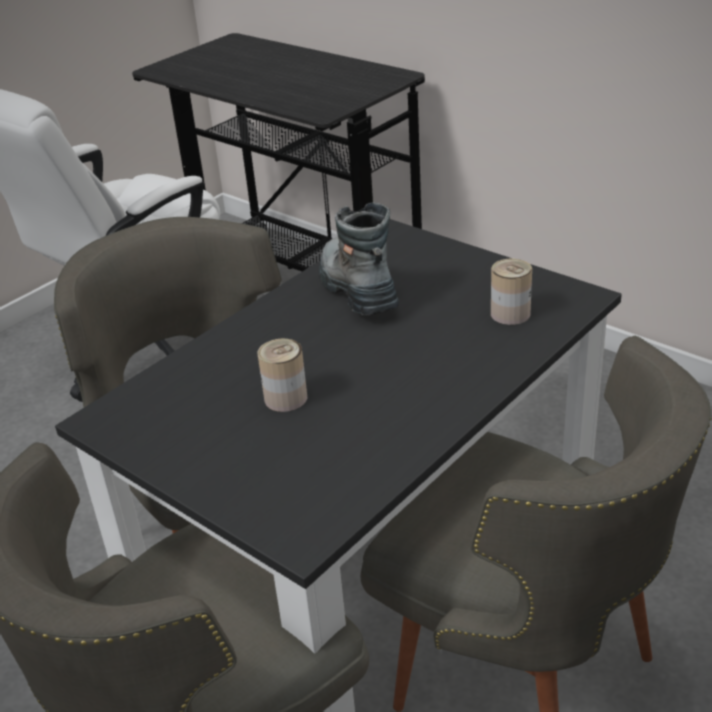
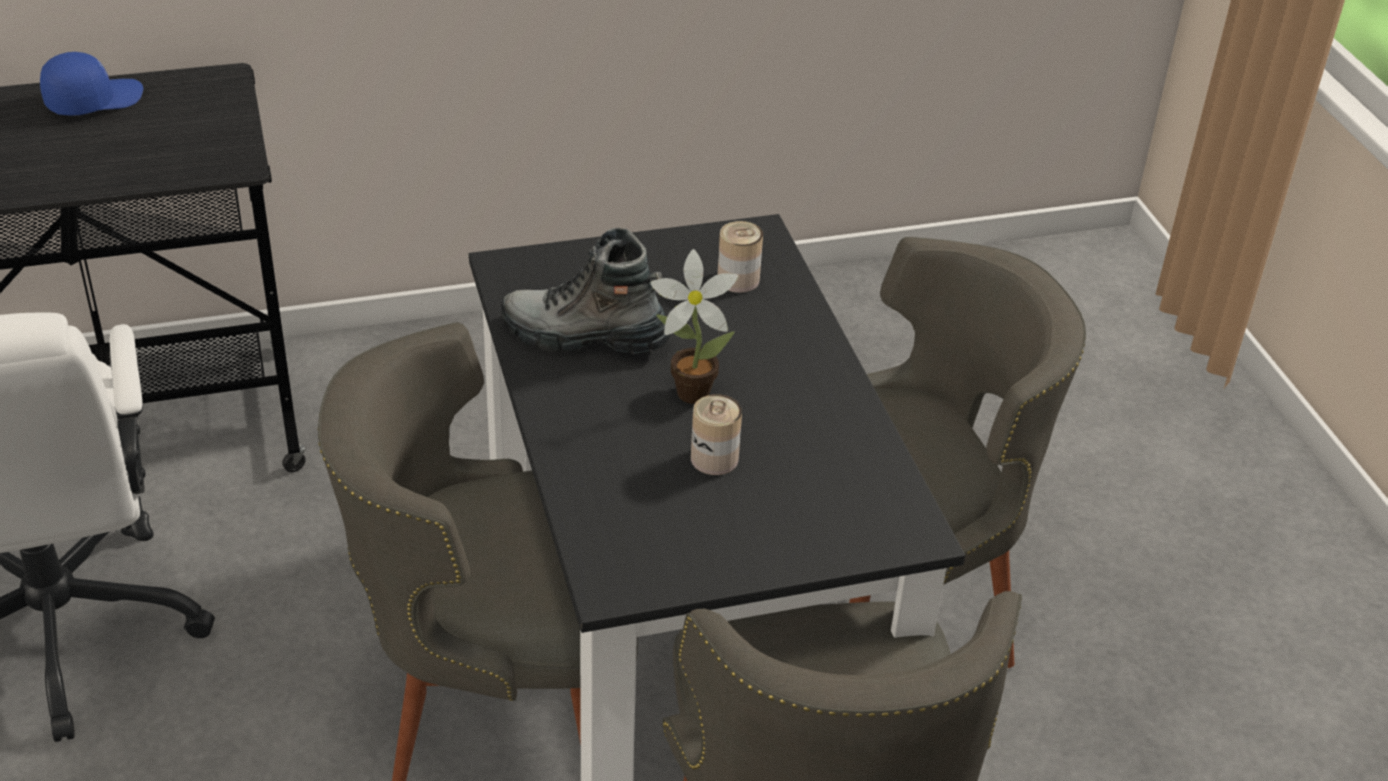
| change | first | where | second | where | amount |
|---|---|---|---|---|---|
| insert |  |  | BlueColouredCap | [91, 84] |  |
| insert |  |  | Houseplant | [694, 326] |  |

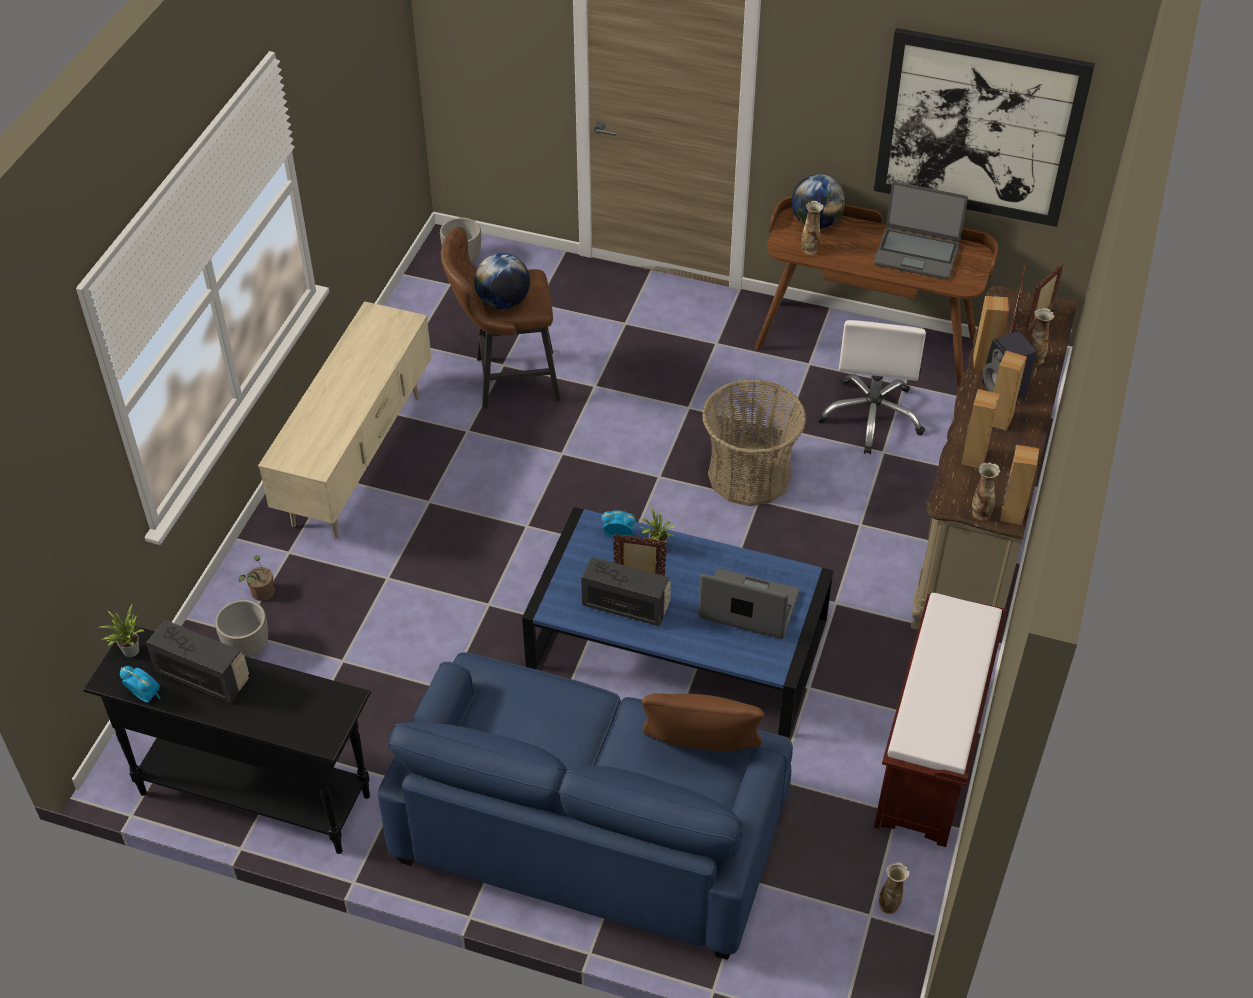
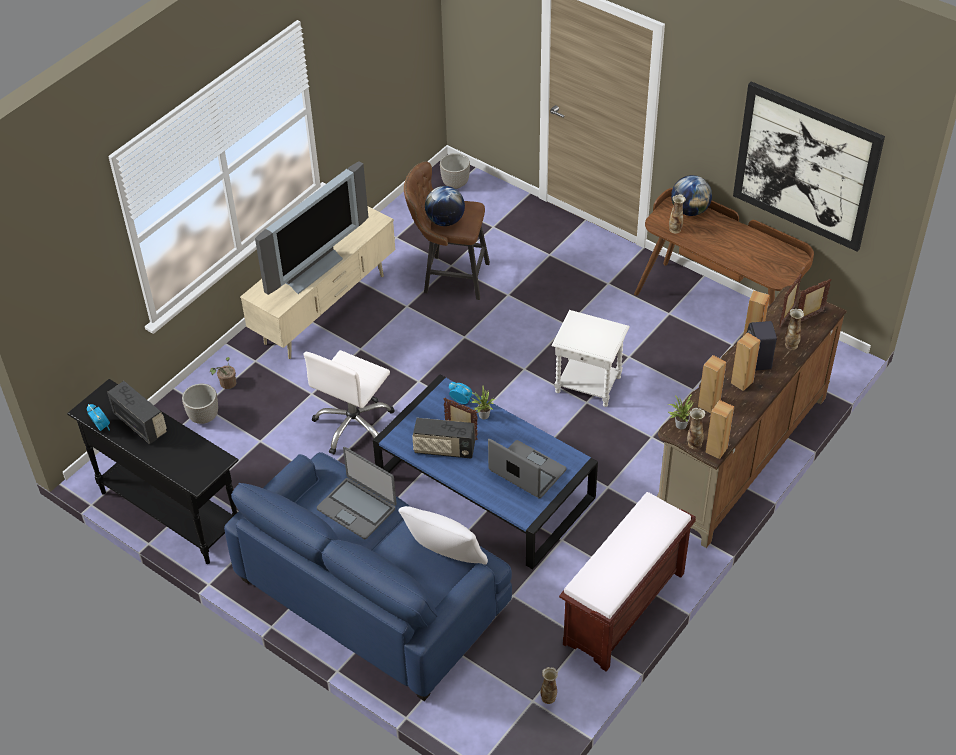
| change | first | where | second | where | amount |
|---|---|---|---|---|---|
| insert |  |  | TvSet | [311, 228] |  |
| move | Houseplant | [122, 631] |  | [680, 412] |  |
| move | WhiteColouredOfficeChair | [871, 387] |  | [349, 402] |  |
| move | Laptop | [921, 231] |  | [357, 493] |  |
| replace | HouseholdBasket | [754, 442] | WhiteColouredSideTable | [590, 358] |  |
| recolor | BrownishCushion | [703, 722] | WhiteColouredCushion | [443, 535] |  |
| rotate | RadioSet | [626, 592] |  | [443, 438] | 150 degrees clockwise |

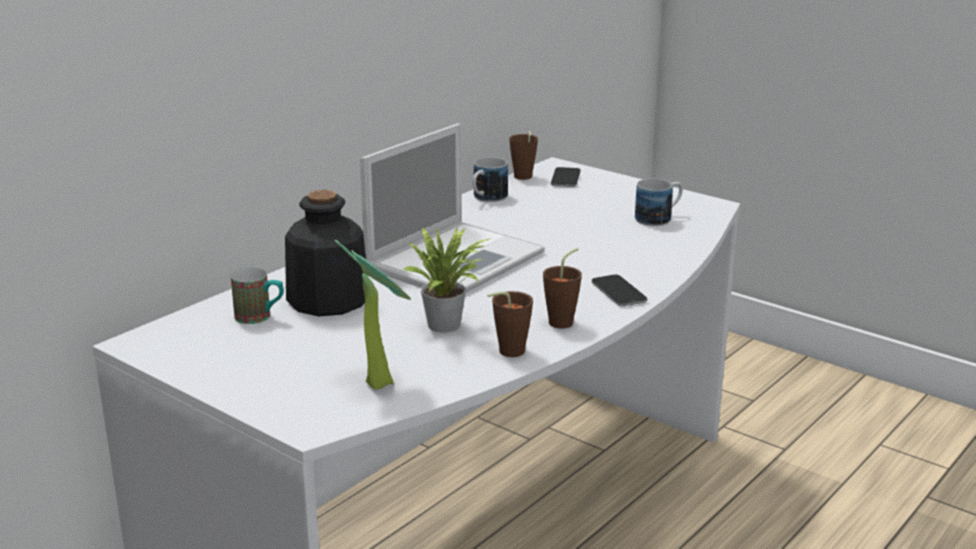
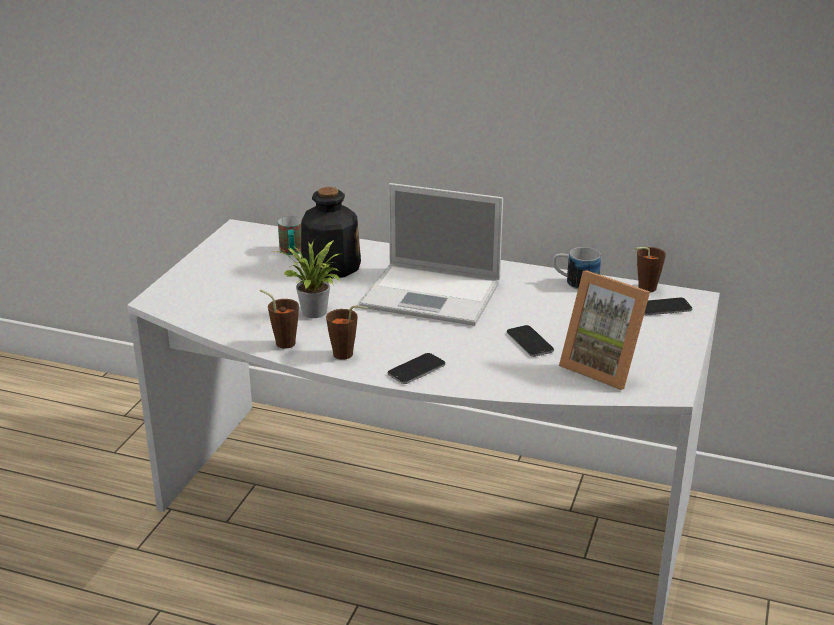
| change | first | where | second | where | amount |
|---|---|---|---|---|---|
| delete | Houseplant | [373, 315] |  |  |  |
| insert |  |  | Telephone | [530, 341] |  |
| replace | Mug | [659, 202] | StandingFrame | [604, 330] |  |

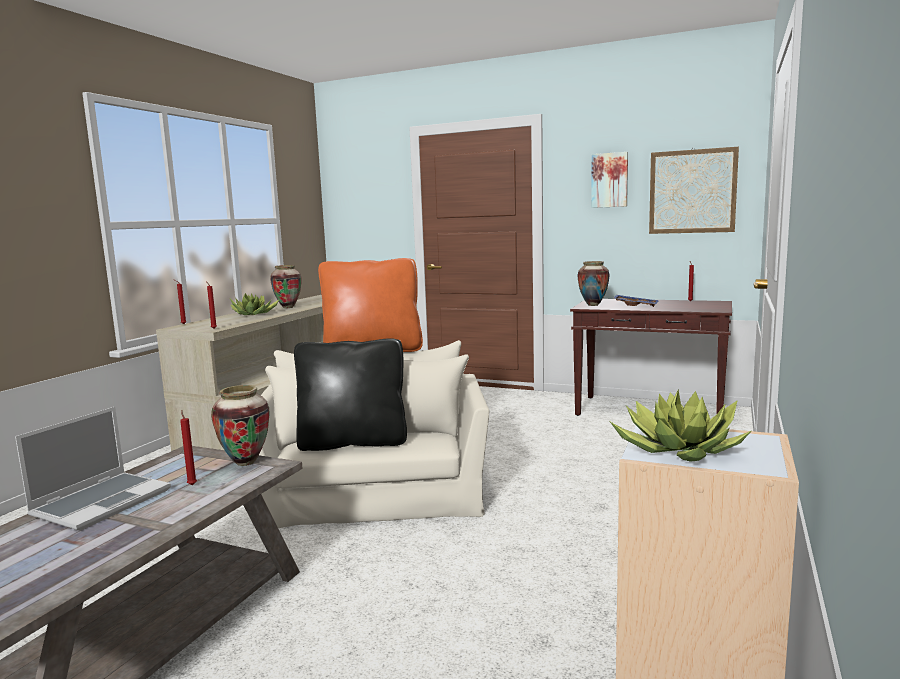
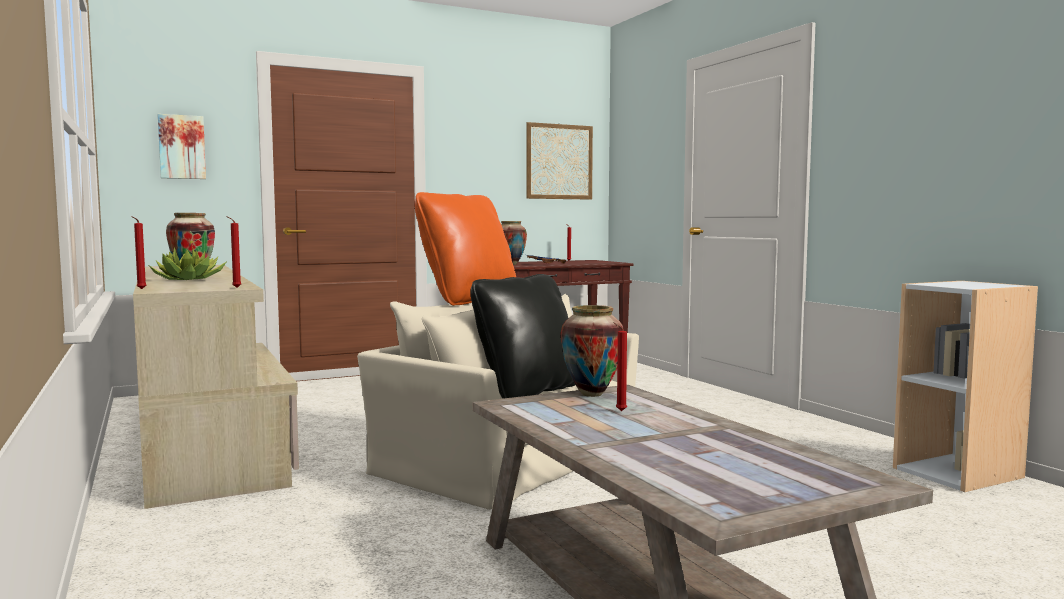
| change | first | where | second | where | amount |
|---|---|---|---|---|---|
| delete | Laptop | [93, 469] |  |  |  |
| delete | Houseplant | [680, 426] |  |  |  |
| move | WallPicture | [609, 180] |  | [182, 146] |  |

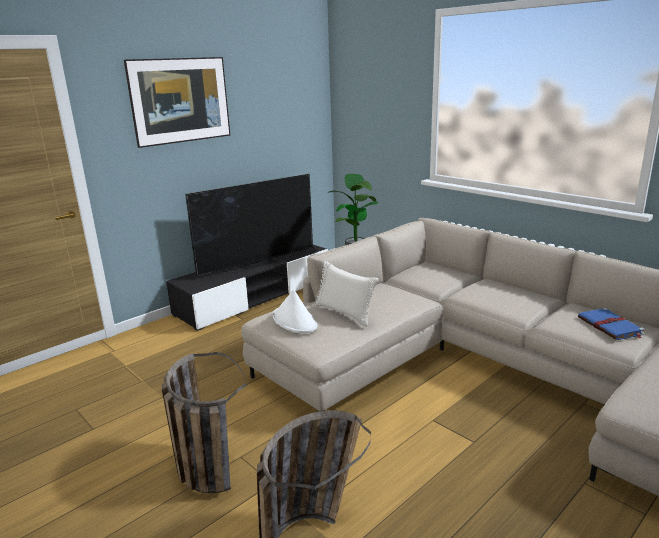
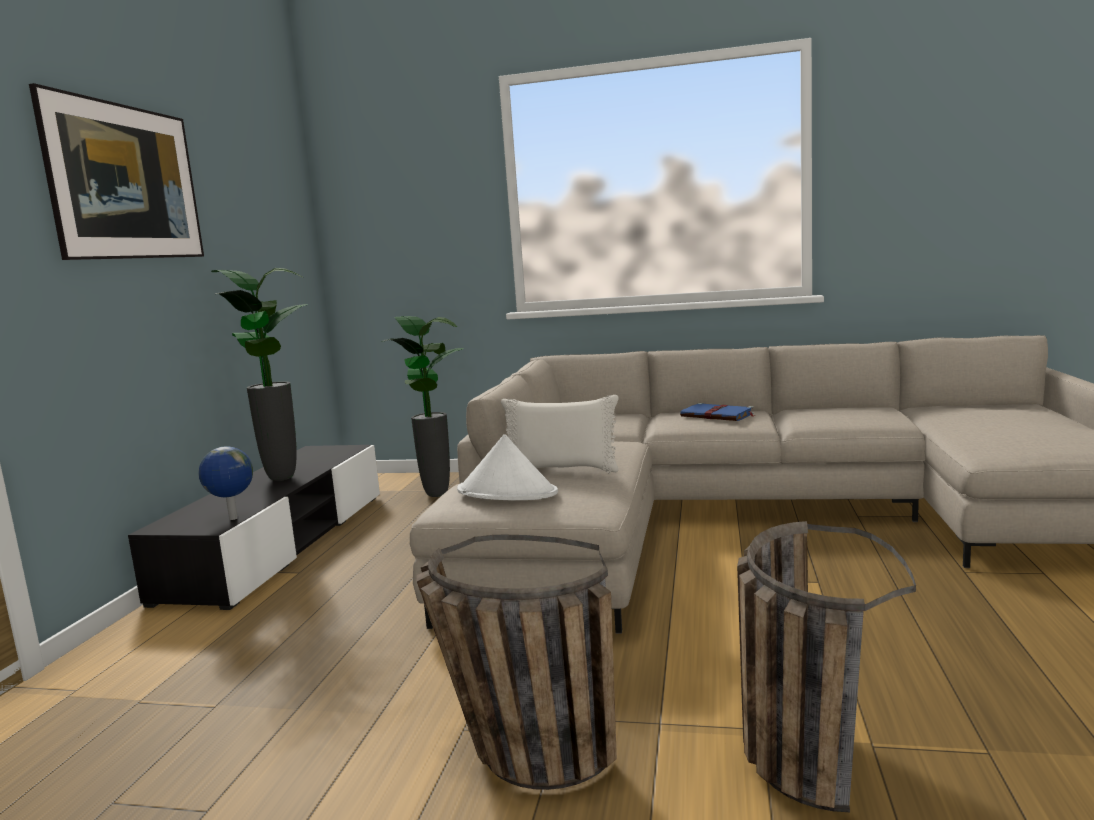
| change | first | where | second | where | amount |
|---|---|---|---|---|---|
| insert |  |  | Globe | [225, 483] |  |
| move | BlueColouredVolume | [611, 324] |  | [717, 412] |  |
| replace | TvSet | [249, 225] | Houseplant | [259, 374] |  |

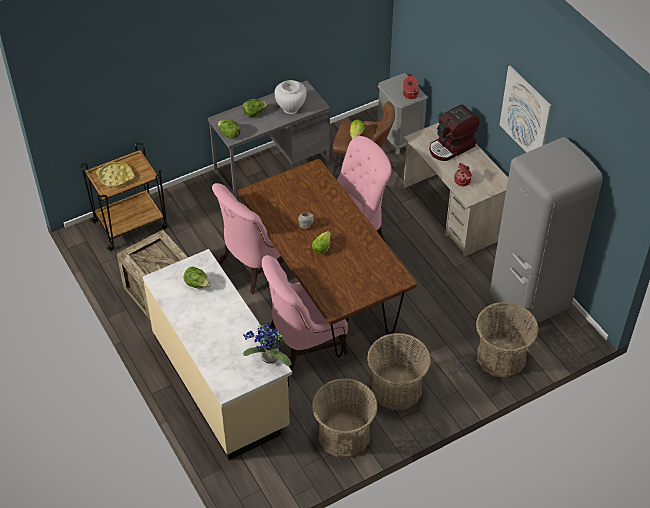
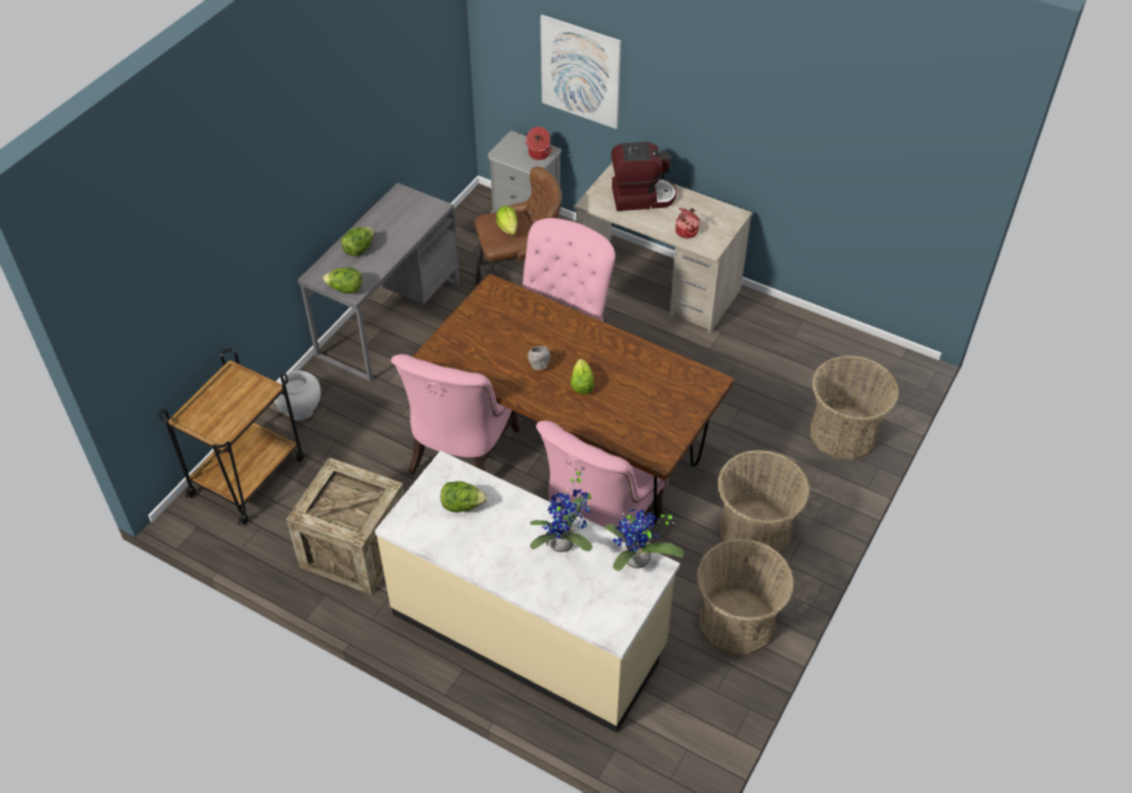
| change | first | where | second | where | amount |
|---|---|---|---|---|---|
| delete | YellowishCarryingTray | [115, 174] |  |  |  |
| delete | GreyFridge | [546, 233] |  |  |  |
| insert |  |  | Houseplant | [561, 510] |  |
| move | WhiteColouredDecorativeVase | [291, 97] |  | [297, 395] |  |
| move | WallPicture | [525, 109] |  | [580, 72] |  |
| rotate | CoffeeMachine | [454, 132] |  | [644, 176] | 120 degrees counterclockwise |

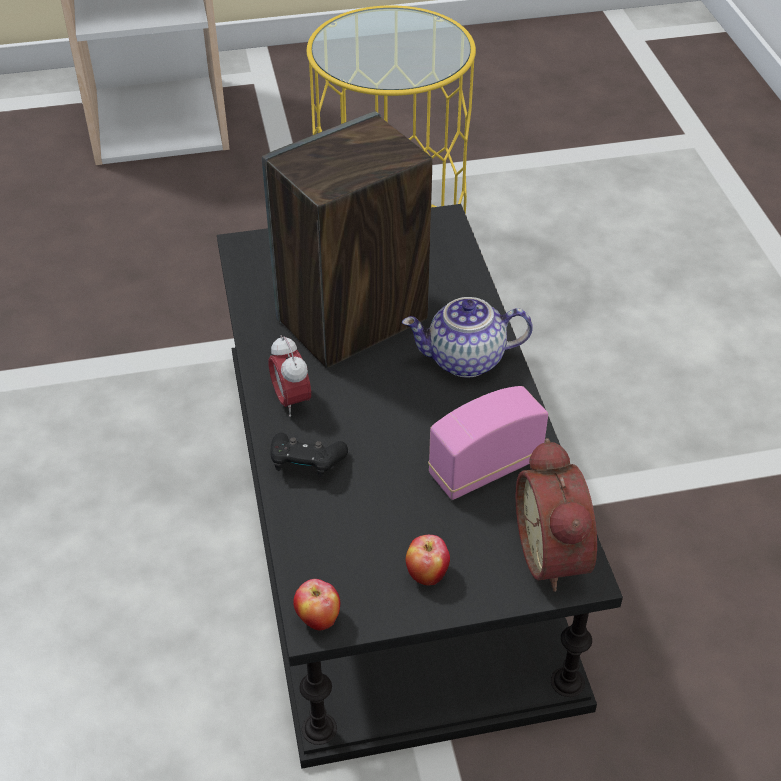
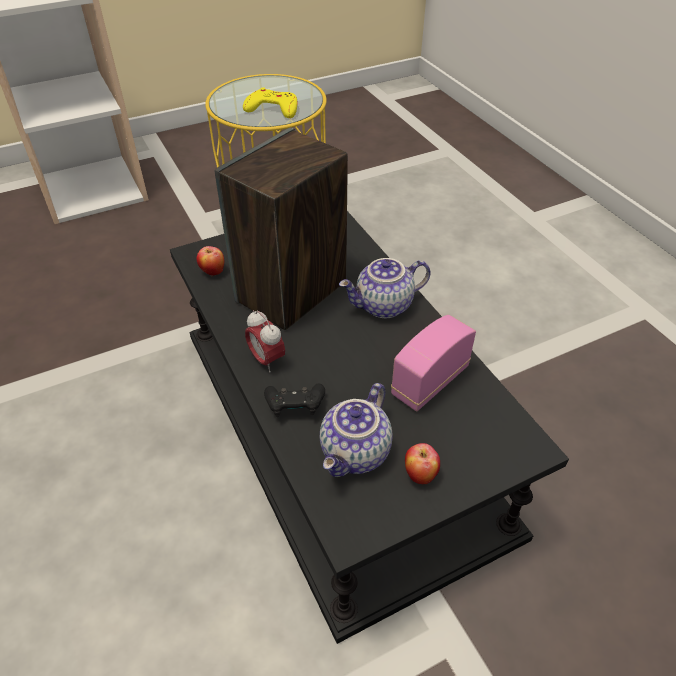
| change | first | where | second | where | amount |
|---|---|---|---|---|---|
| delete | BedsideClock | [556, 515] |  |  |  |
| insert |  |  | YellowishJoypad | [270, 102] |  |
| insert |  |  | Teapot | [356, 430] |  |
| move | WholeApple | [316, 604] |  | [210, 261] |  |

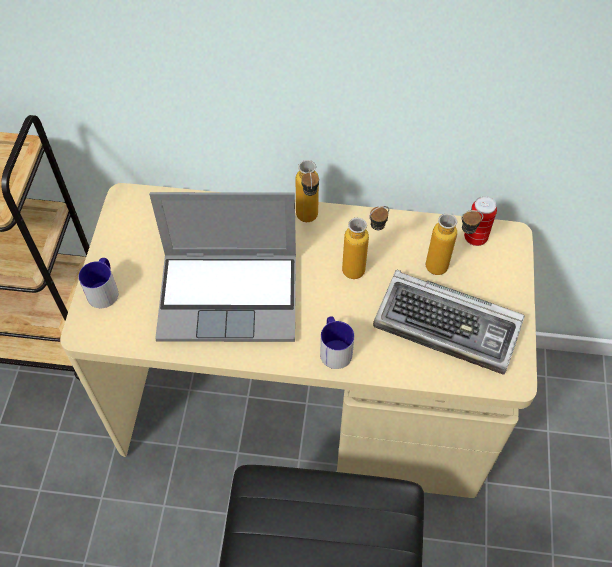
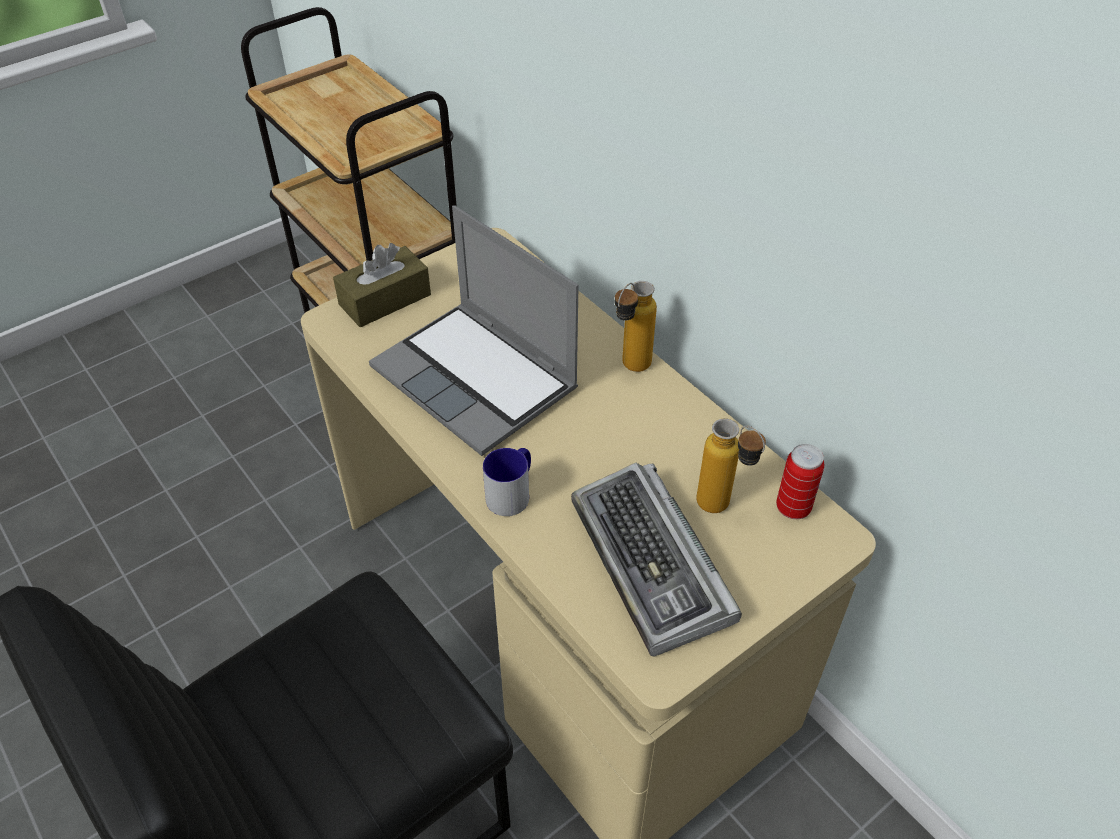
| change | first | where | second | where | amount |
|---|---|---|---|---|---|
| delete | BeverageBottle | [365, 242] |  |  |  |
| replace | Mug | [98, 283] | BrownishTissueBox | [382, 285] |  |

